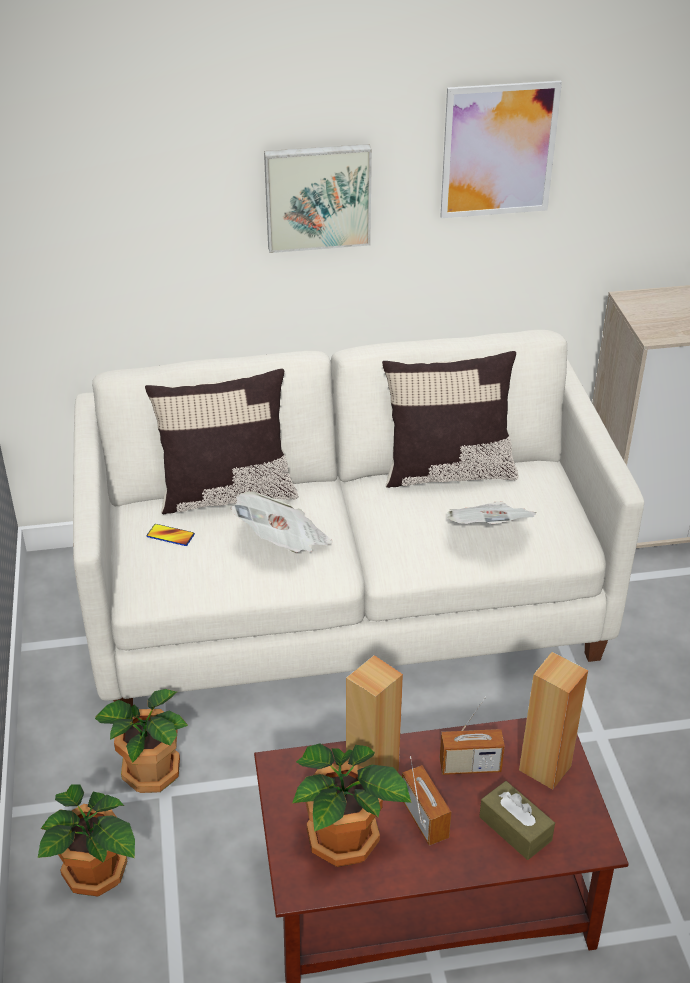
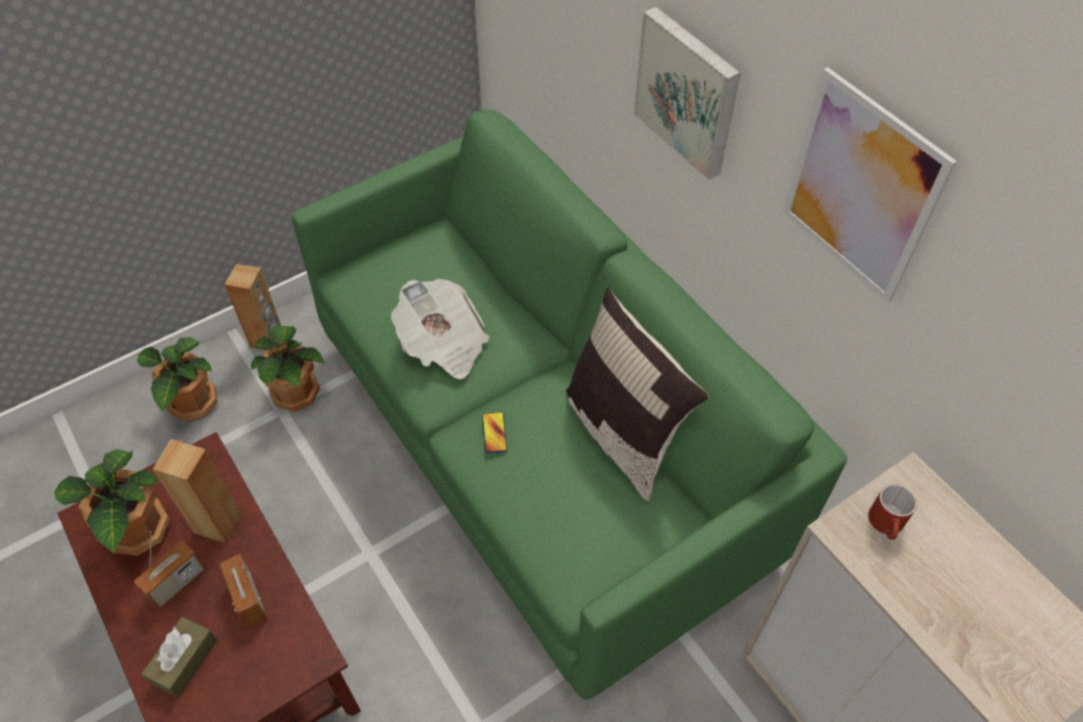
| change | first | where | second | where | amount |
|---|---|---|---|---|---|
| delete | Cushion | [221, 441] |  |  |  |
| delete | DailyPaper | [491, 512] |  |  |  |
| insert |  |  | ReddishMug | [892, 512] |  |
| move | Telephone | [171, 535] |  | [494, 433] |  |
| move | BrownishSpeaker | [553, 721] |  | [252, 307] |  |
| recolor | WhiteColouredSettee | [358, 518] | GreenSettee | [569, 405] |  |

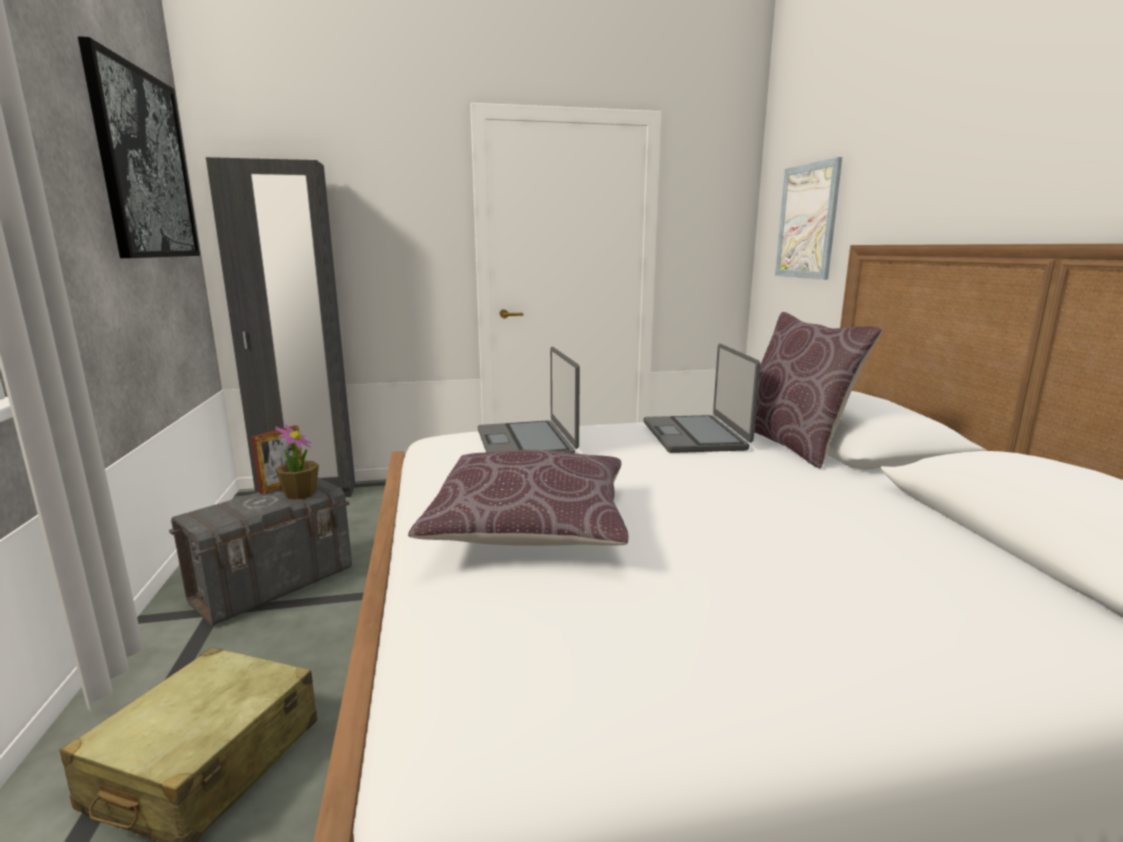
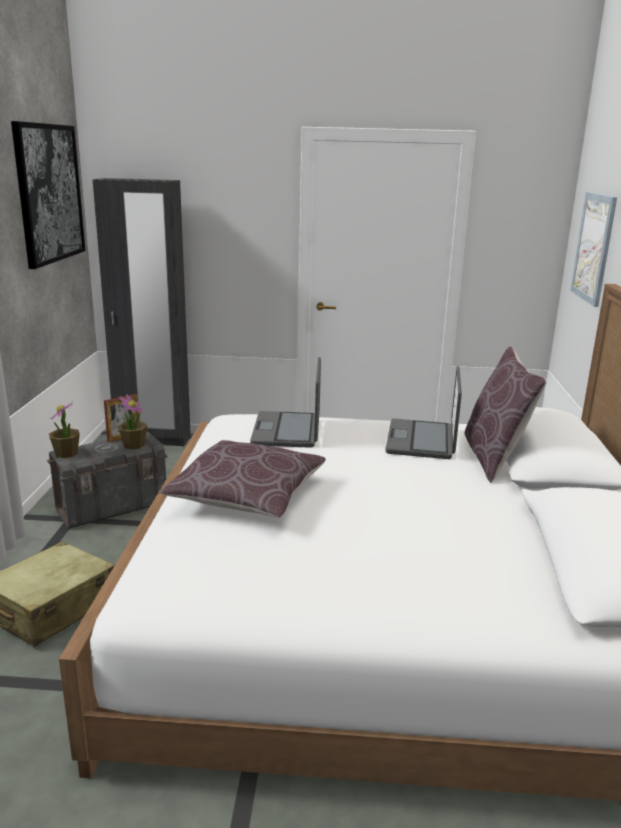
| change | first | where | second | where | amount |
|---|---|---|---|---|---|
| insert |  |  | Houseplant | [64, 430] |  |

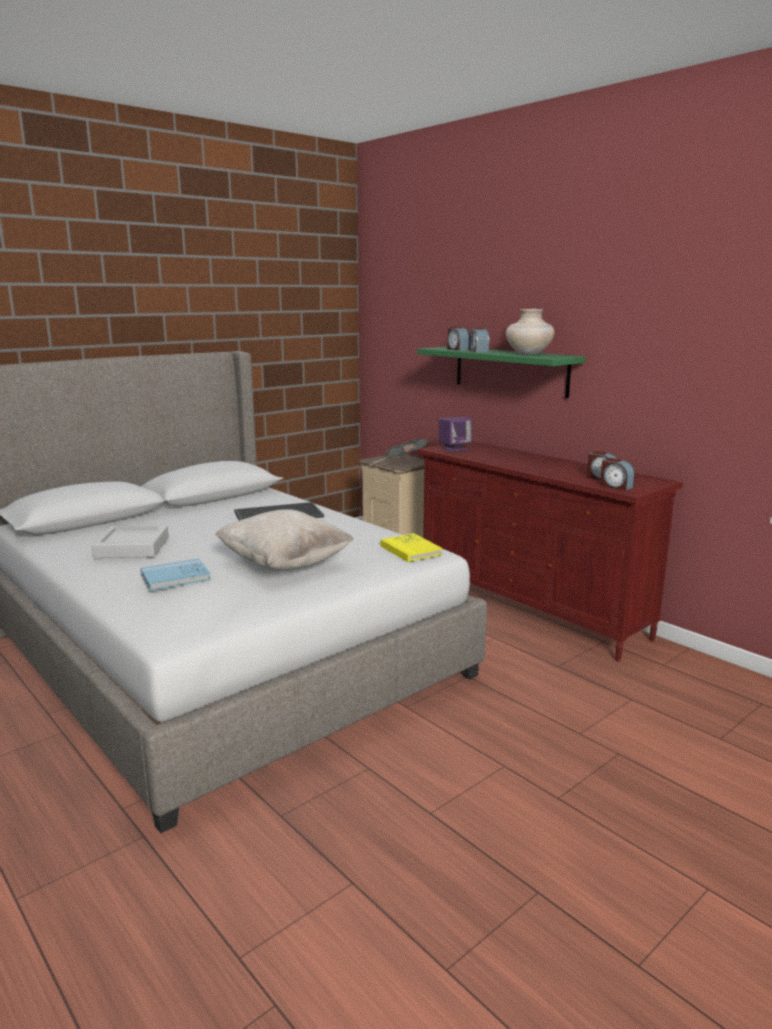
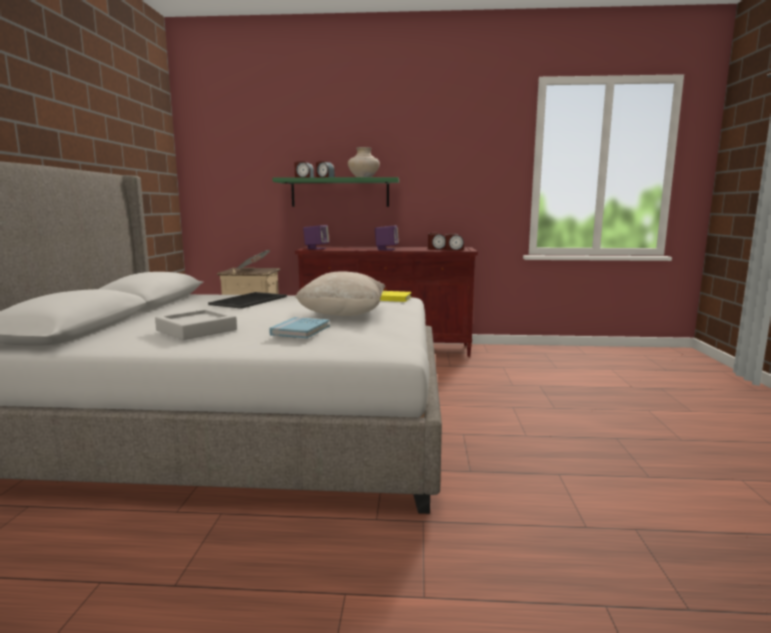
| change | first | where | second | where | amount |
|---|---|---|---|---|---|
| insert |  |  | PurpleColouredSpeaker | [387, 238] |  |

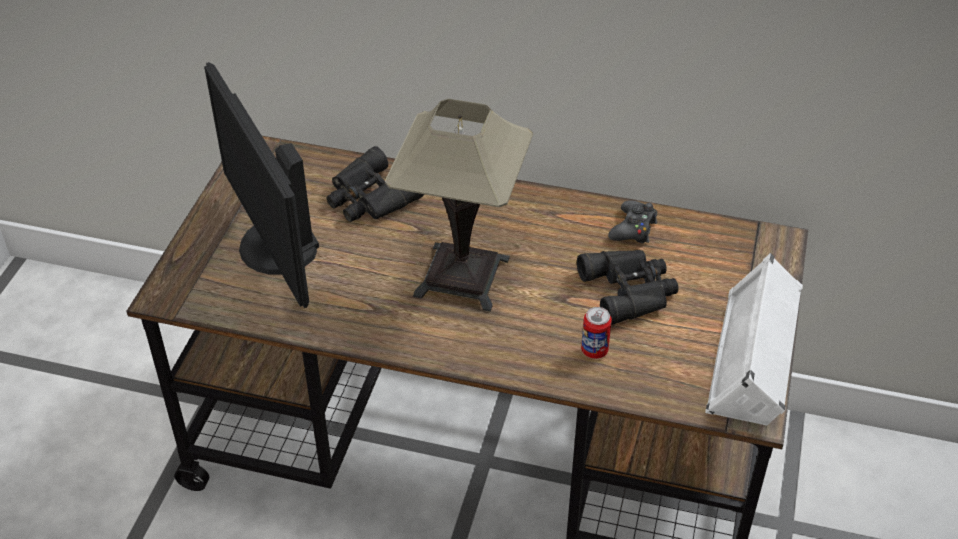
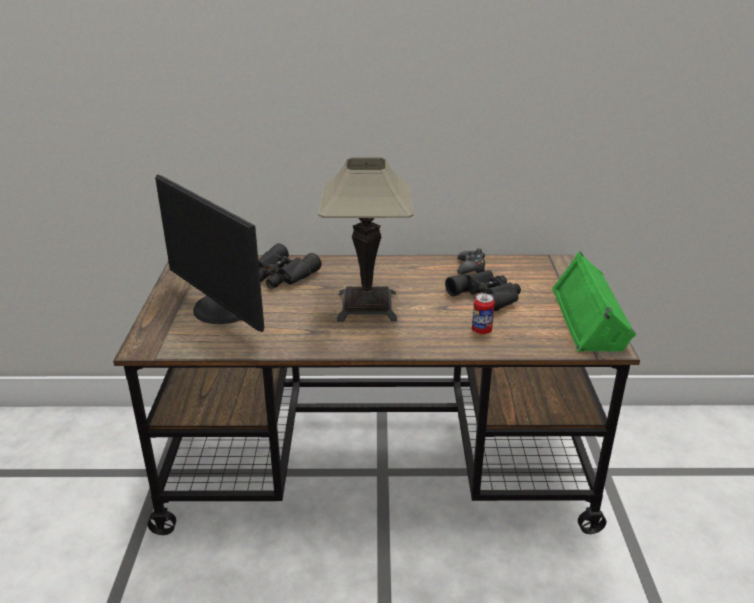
| change | first | where | second | where | amount |
|---|---|---|---|---|---|
| recolor | WhiteColouredSpeaker | [754, 339] | GreenSpeaker | [594, 301] |  |

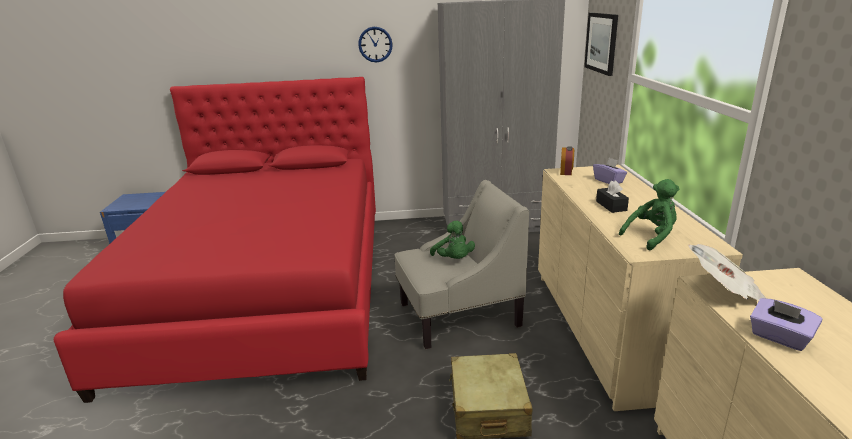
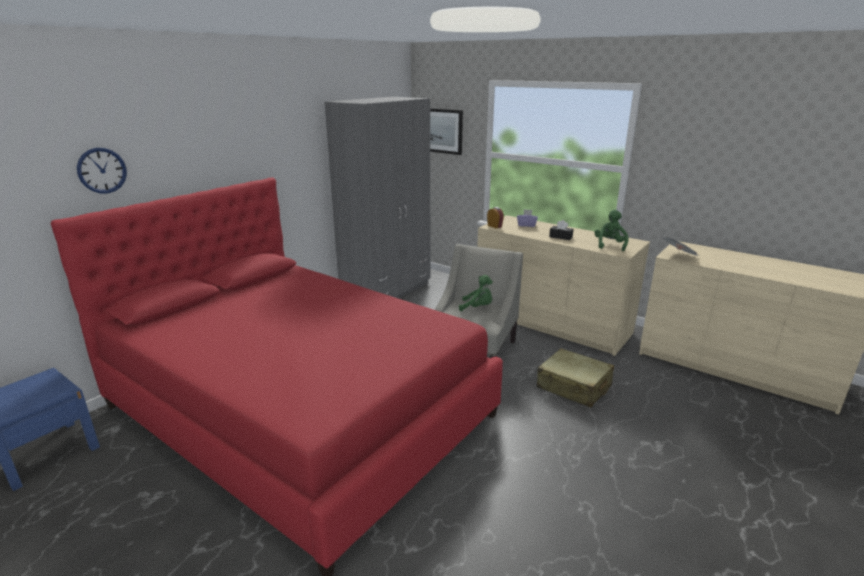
| change | first | where | second | where | amount |
|---|---|---|---|---|---|
| delete | PurpleColouredTissueBox | [786, 324] |  |  |  |
| move | HangingClock | [375, 44] |  | [102, 171] |  |

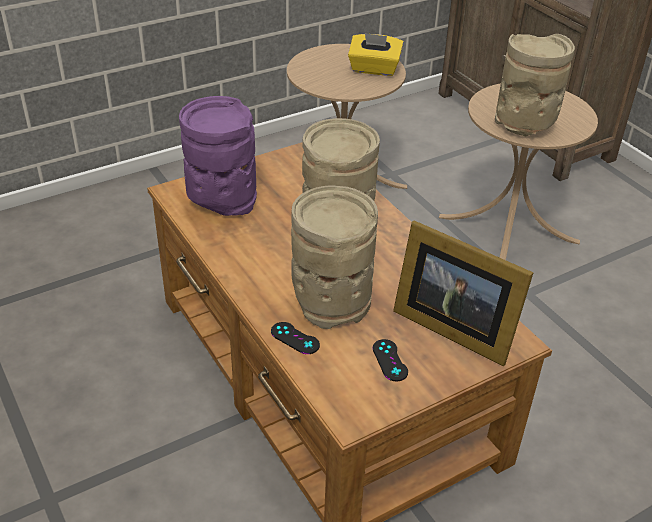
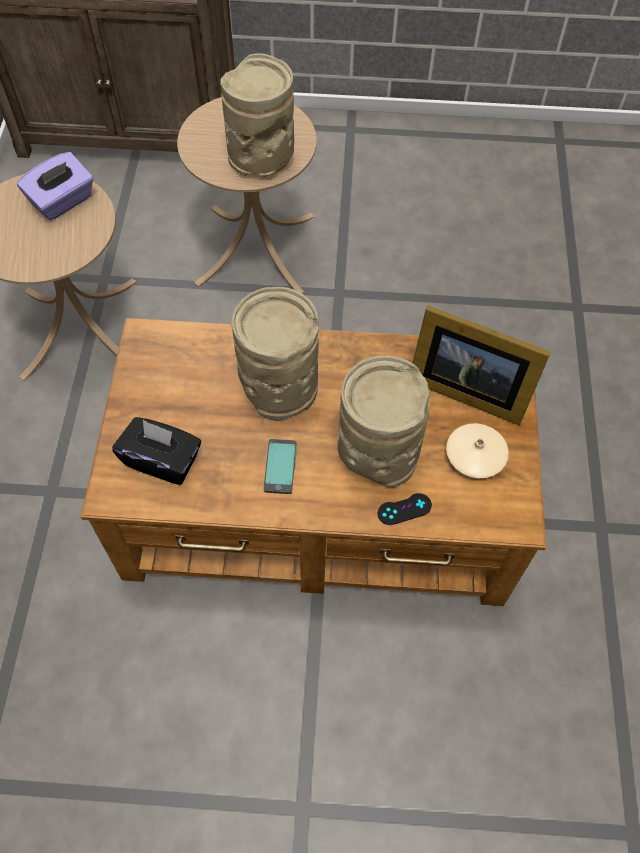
| change | first | where | second | where | amount |
|---|---|---|---|---|---|
| insert |  |  | Telephone | [280, 466] |  |
| replace | PurpleColouredDecorativeVase | [218, 156] | BlackishTissueBox | [156, 451] |  |
| replace | BlackishJoypad | [390, 360] | BeigeColouredDecorativeVase | [477, 451] |  |
| recolor | YellowishTissueBox | [376, 54] | PurpleColouredTissueBox | [55, 186] |  |
| rotate | StandingFrame | [463, 293] |  | [482, 365] | 45 degrees clockwise |

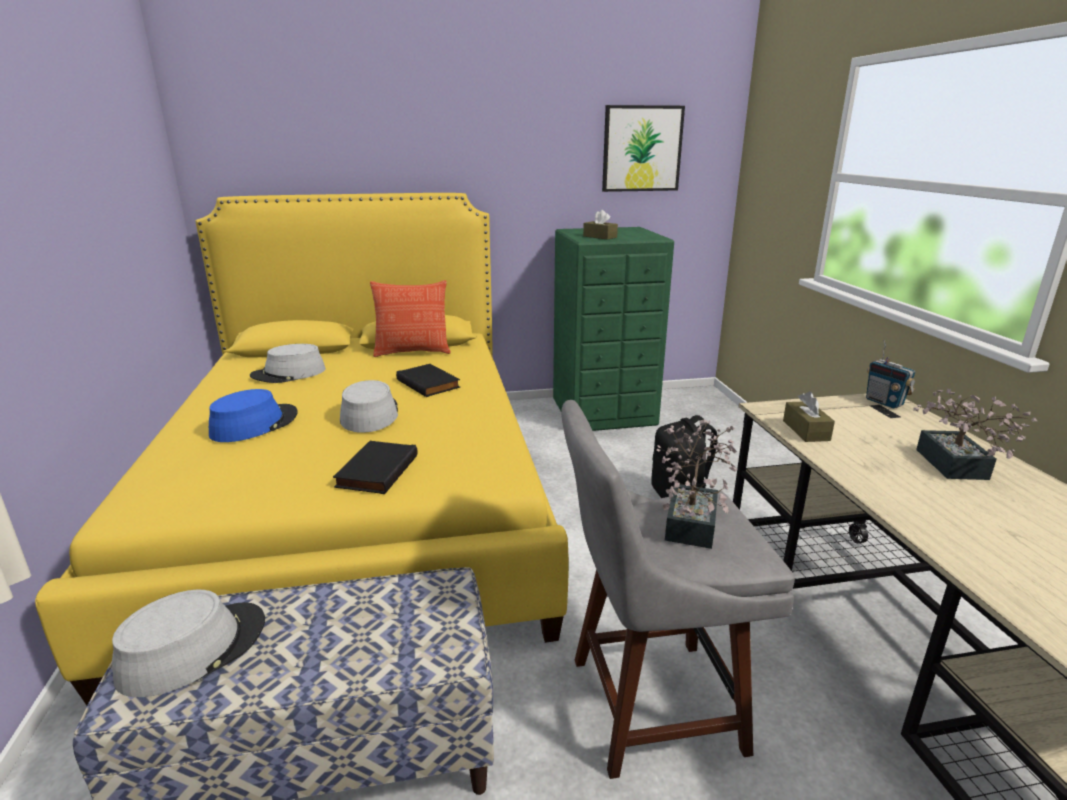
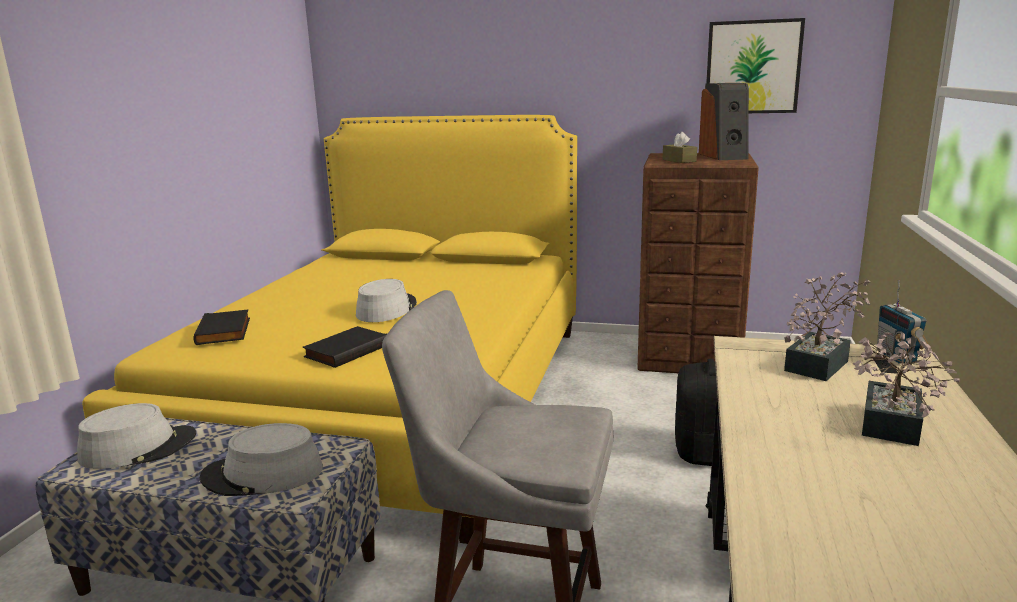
| change | first | where | second | where | amount |
|---|---|---|---|---|---|
| delete | BlueColouredClothingHat | [253, 415] |  |  |  |
| delete | OrangeColouredCushion | [410, 318] |  |  |  |
| delete | BrownishTissueBox | [809, 416] |  |  |  |
| insert |  |  | Speaker | [724, 121] |  |
| move | GreyClothingHat | [288, 363] |  | [261, 459] |  |
| move | BlackishVolume | [428, 380] |  | [221, 327] |  |
| move | Houseplant | [697, 484] |  | [827, 326] |  |
| recolor | GreenDresser | [613, 329] | BrownishDresser | [698, 263] |  |

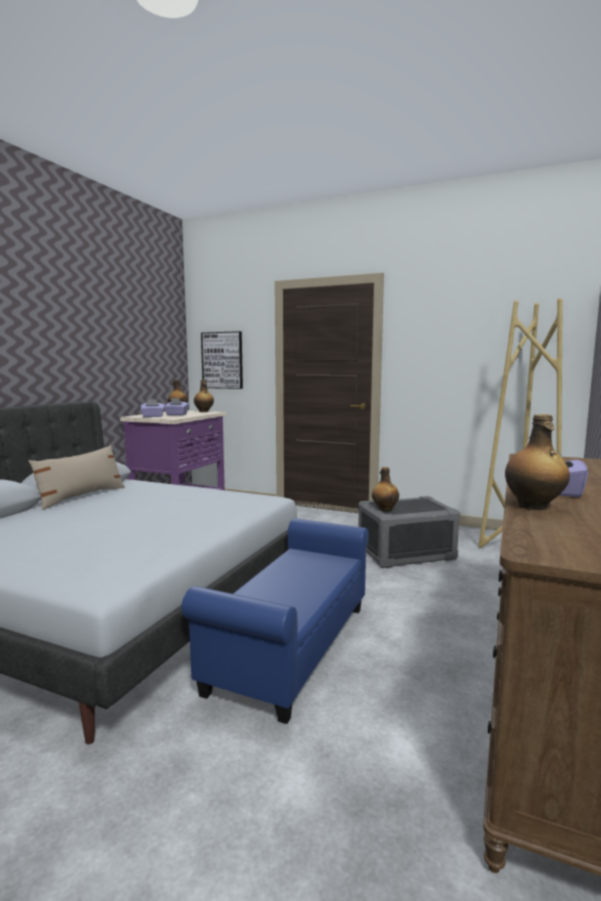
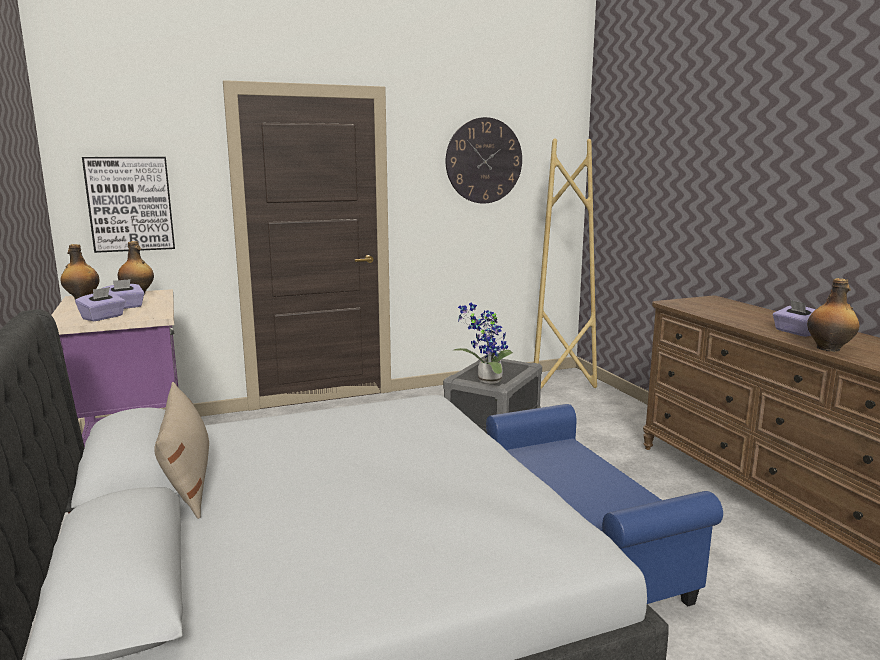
| change | first | where | second | where | amount |
|---|---|---|---|---|---|
| insert |  |  | HangingClock | [484, 160] |  |
| replace | BeverageBottle | [385, 489] | Houseplant | [483, 343] |  |

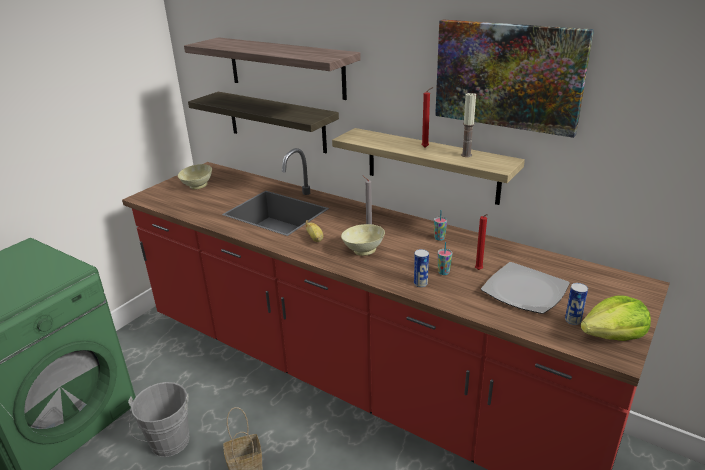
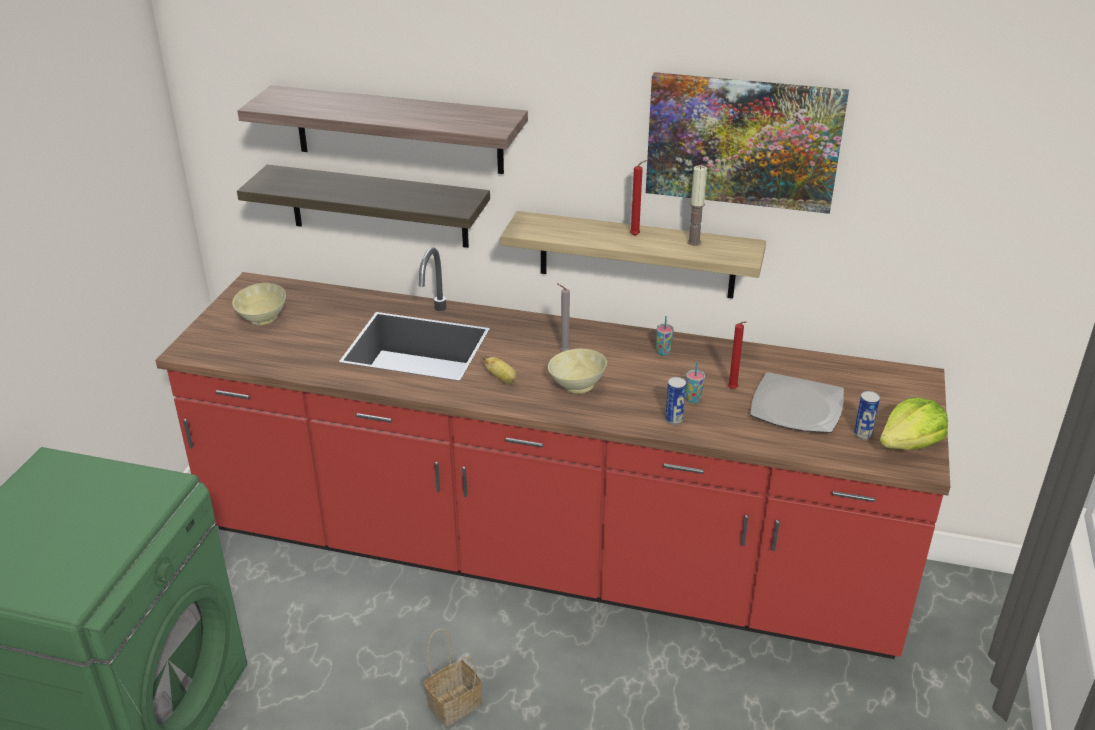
| change | first | where | second | where | amount |
|---|---|---|---|---|---|
| delete | GreyPail | [158, 419] |  |  |  |

